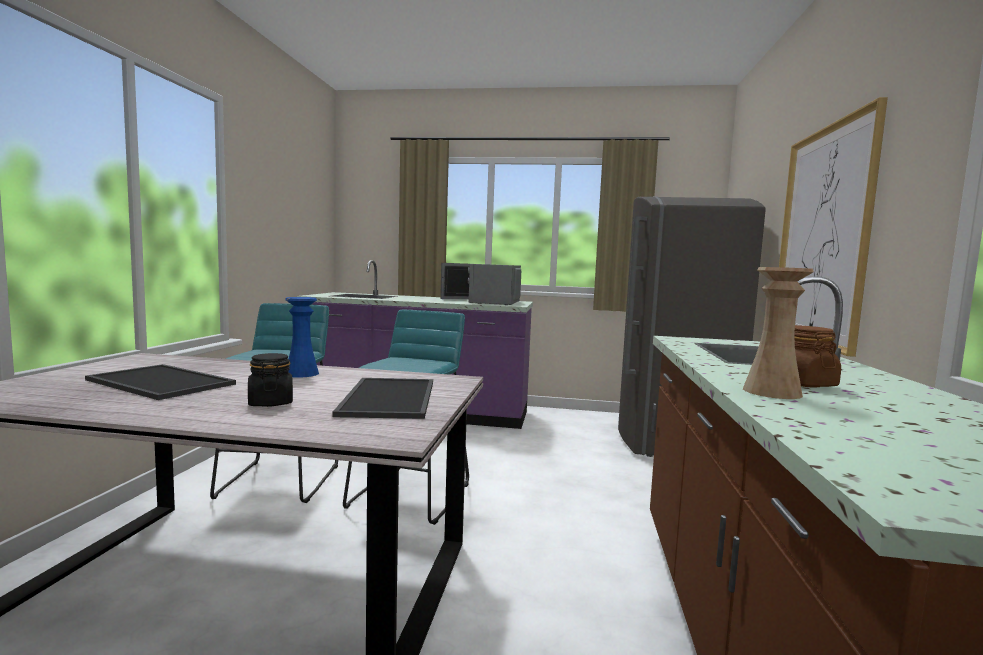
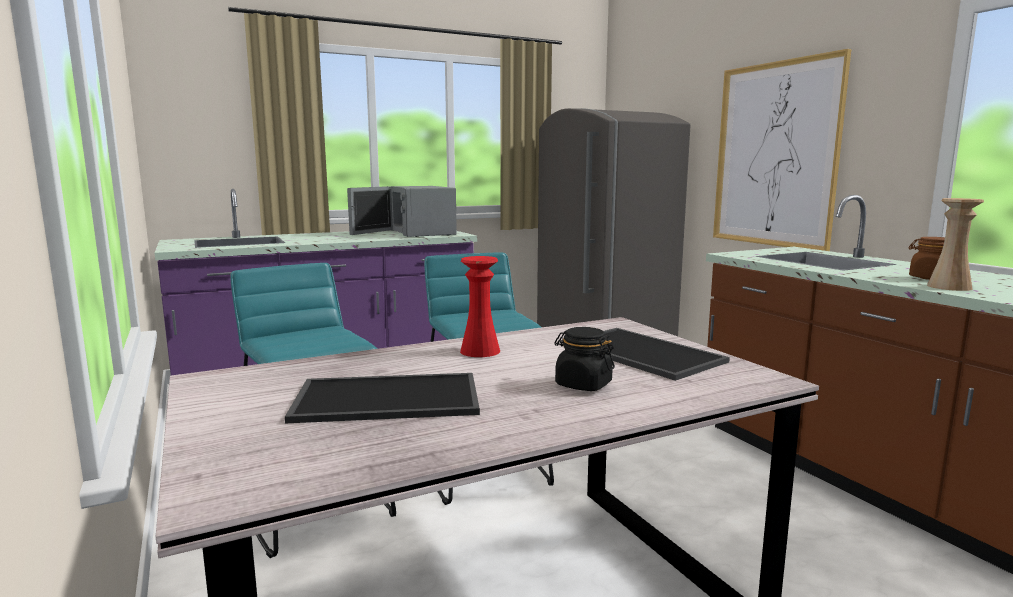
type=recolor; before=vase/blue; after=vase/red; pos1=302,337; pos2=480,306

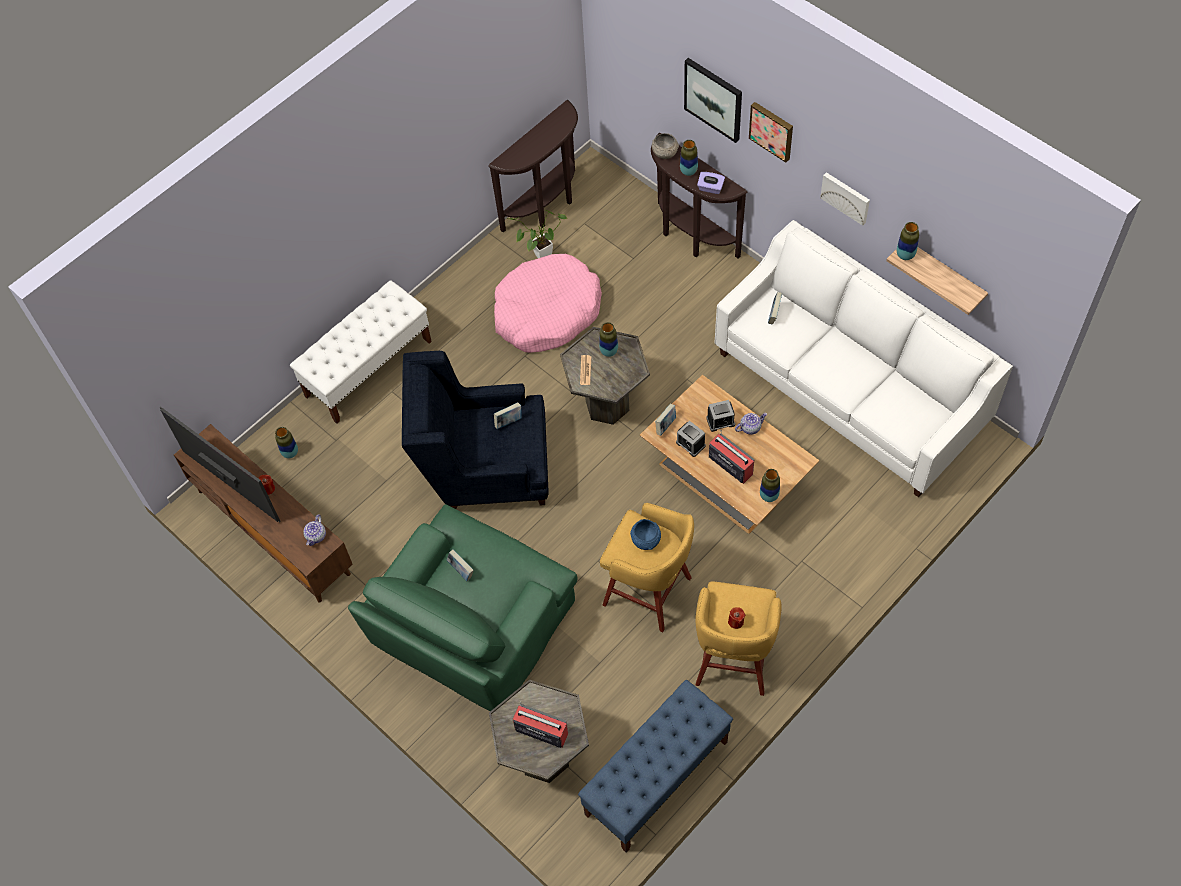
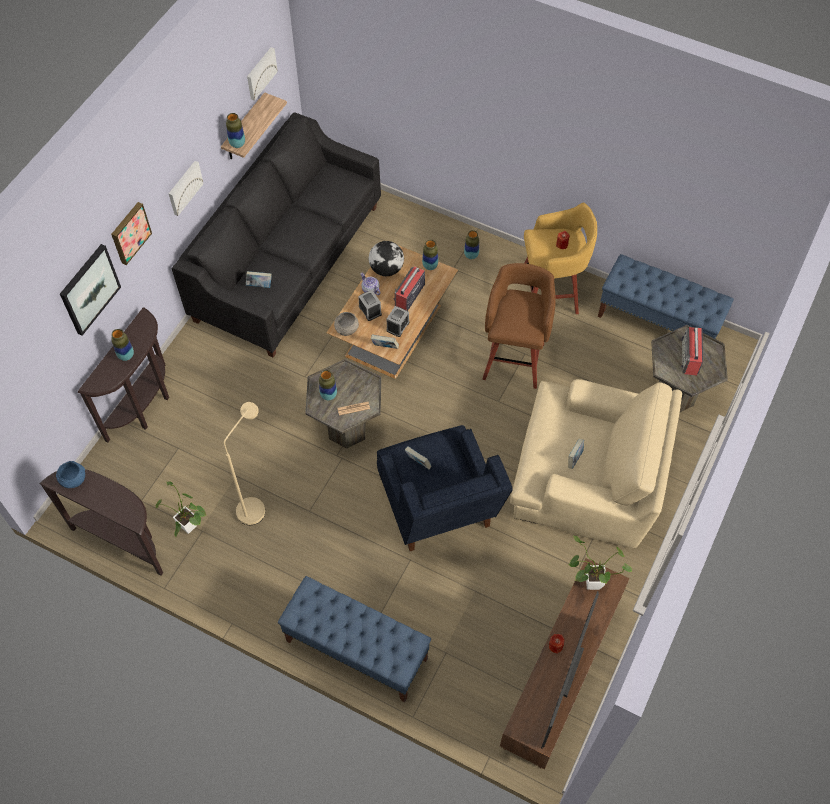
type=move; before=vase; pos1=286,442; pos2=471,244
type=recolor; before=bench/white; after=bench/blue; pos1=361,352; pos2=354,639
type=replace; before=teapot; after=potted plant; pos1=314,530; pos2=600,563
type=recolor; before=armchair/green; after=armchair/beige; pos1=462,607; pos2=596,463
type=replace; before=dog bed/pink; after=floor lamp/beige; pos1=548,303; pos2=244,463
type=recolor; before=stool/yellow; after=stool/brown; pos1=647,567; pos2=519,326
type=move; before=bowl/blue; pos1=645,534; pos2=70,474
type=move; before=bowl/grey; pos1=665,146; pos2=346,324
type=delete; before=tissue box/purple; pos1=711,183
type=recolor; before=sofa/white; after=sofa/black; pos1=864,358; pos2=276,235
type=insert; after=picture; pos2=262,74
type=insert; after=globe; pos2=386,258

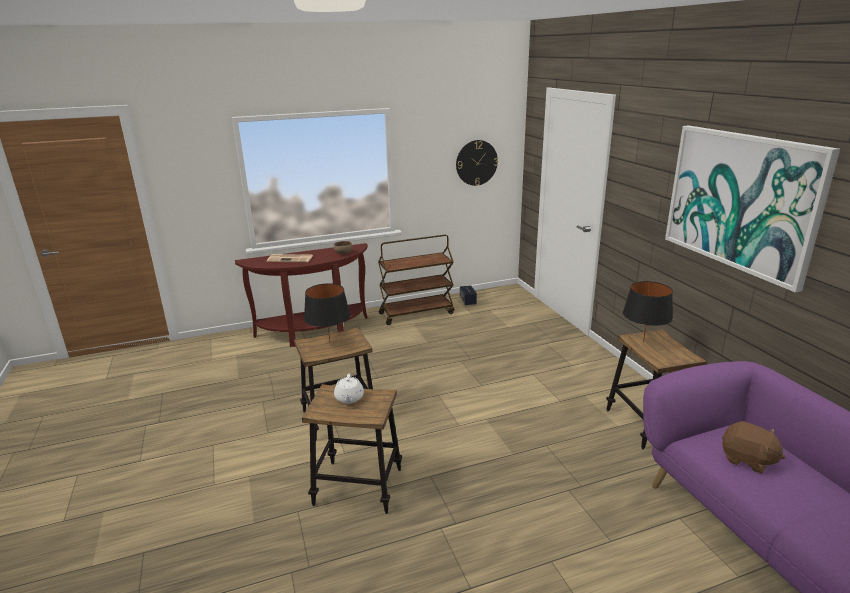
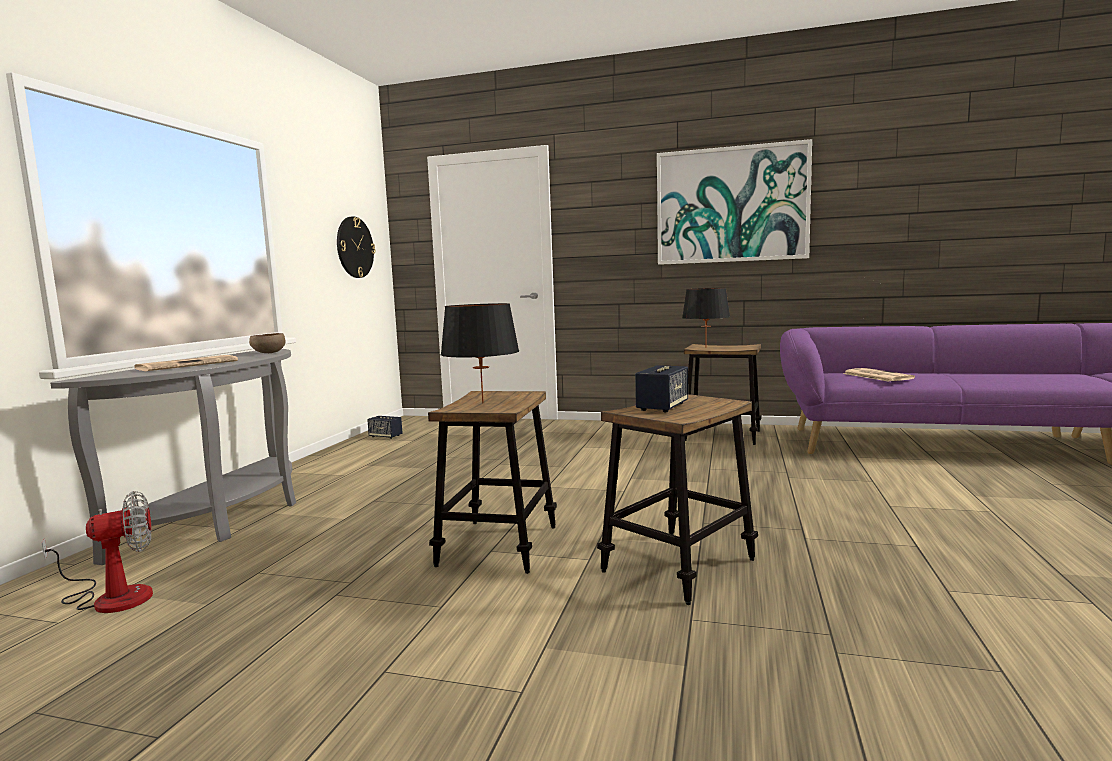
type=recolor; before=console table/brown; after=console table/grey; pos1=301,295; pos2=173,457
type=replace; before=teapot/white; after=speaker; pos1=349,389; pos2=661,389
type=delete; before=cart/brown; pos1=416,280
type=replace; before=plush toy/brown; after=newspaper; pos1=753,447; pos2=879,375
type=insert; after=fan; pos2=97,552

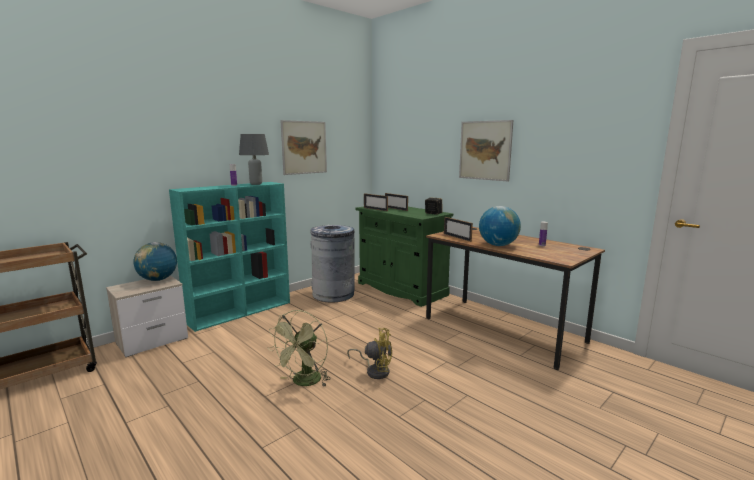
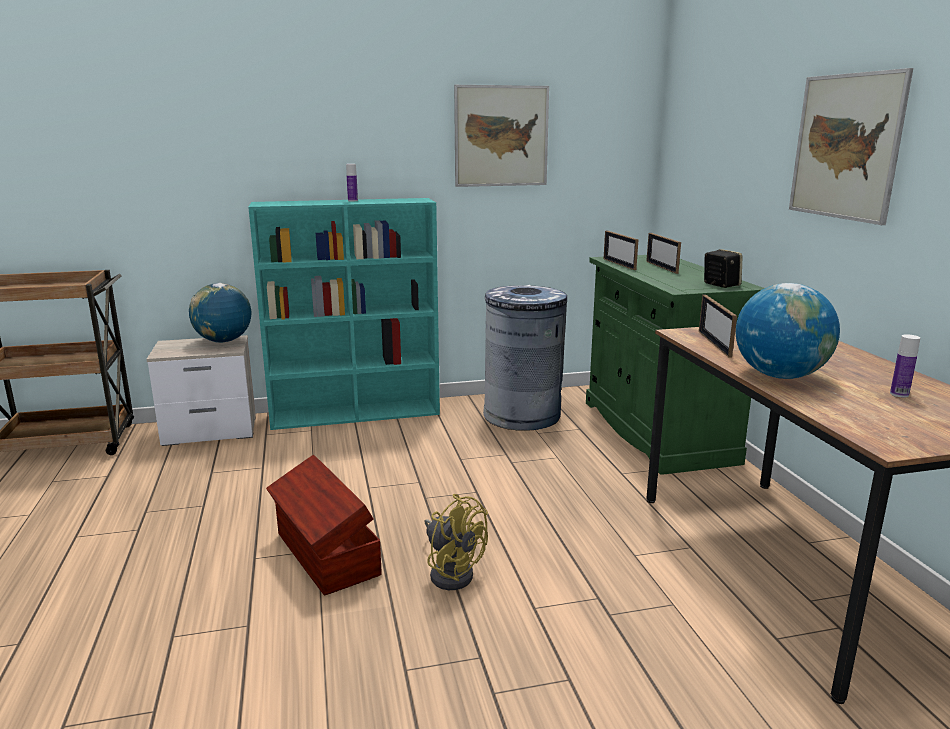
type=delete; before=table lamp/grey; pos1=254,159
type=replace; before=fan/green; after=storage box/brown; pos1=299,348; pos2=324,525

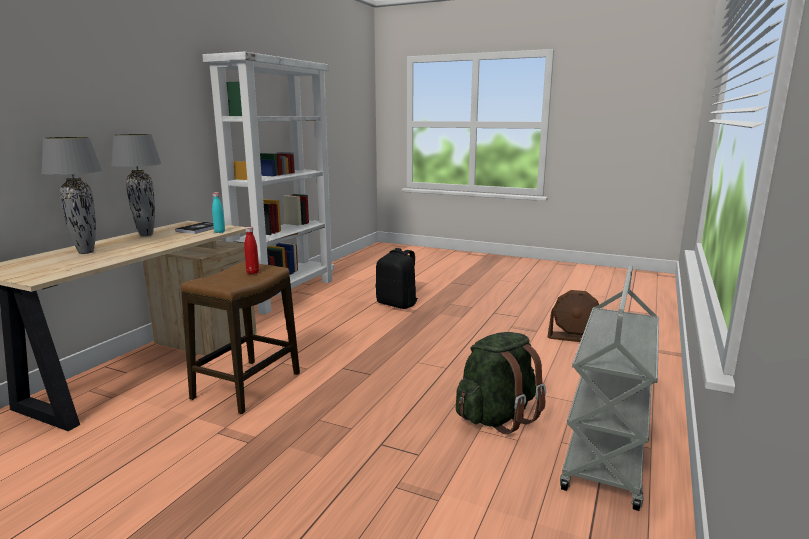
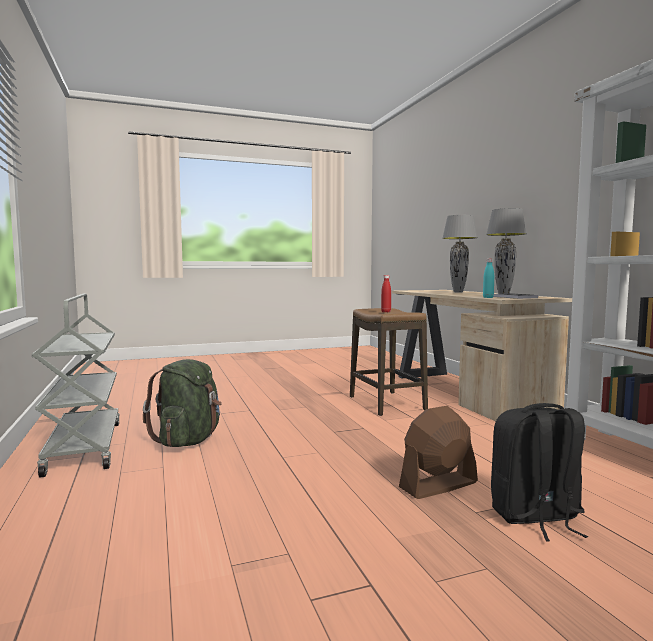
type=move; before=fan/brown; pos1=573,316; pos2=438,452

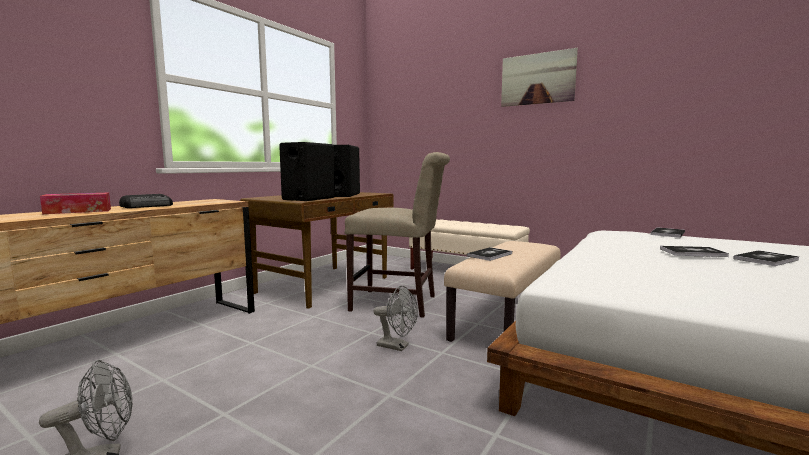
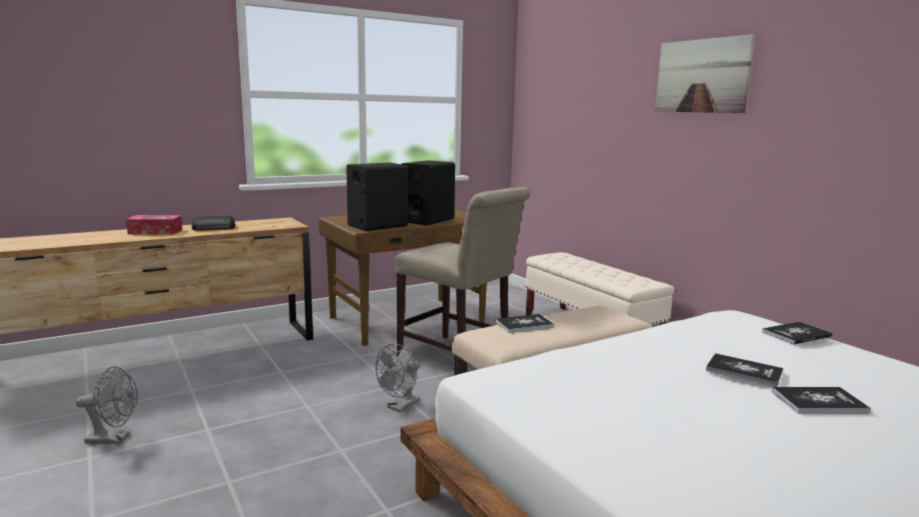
type=rotate; before=fan/grey; pos1=396,318; pos2=397,378; turn=75

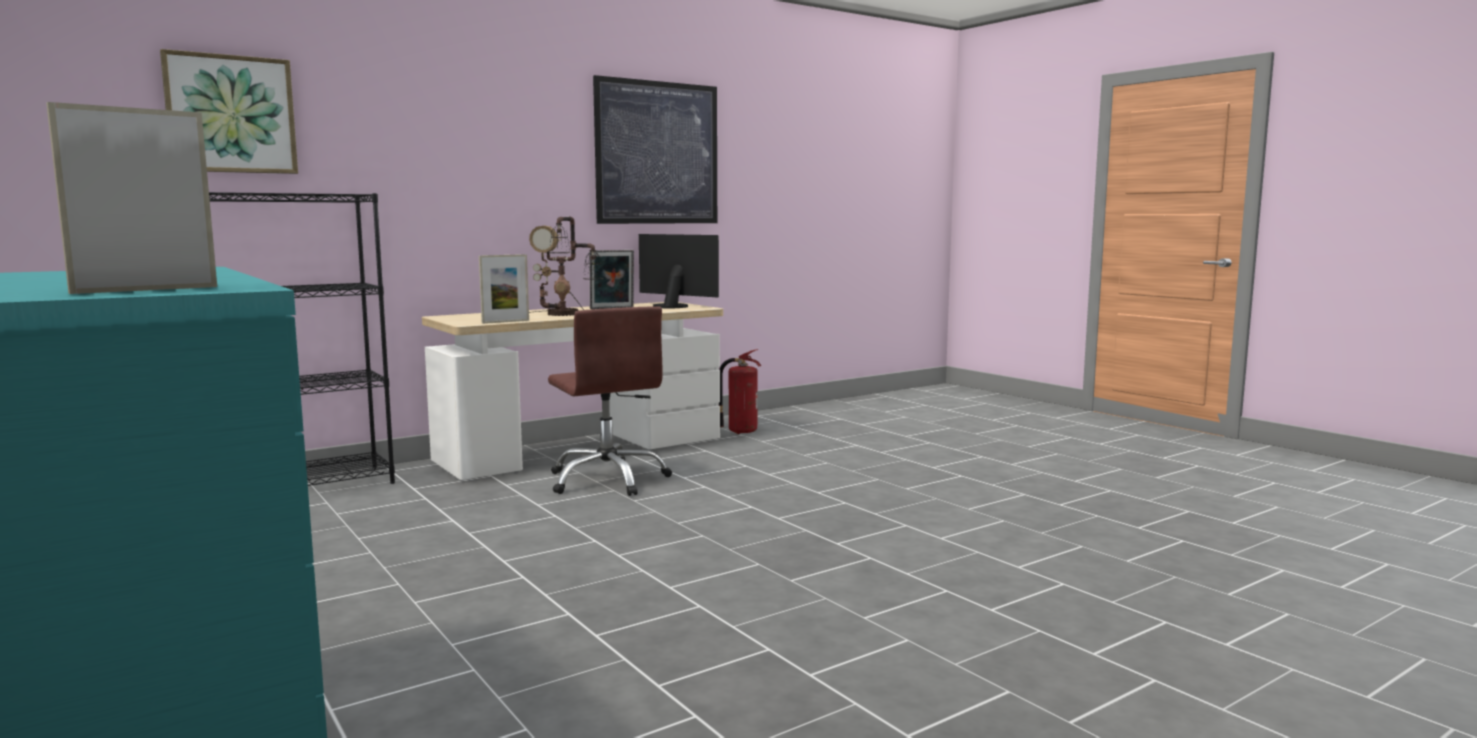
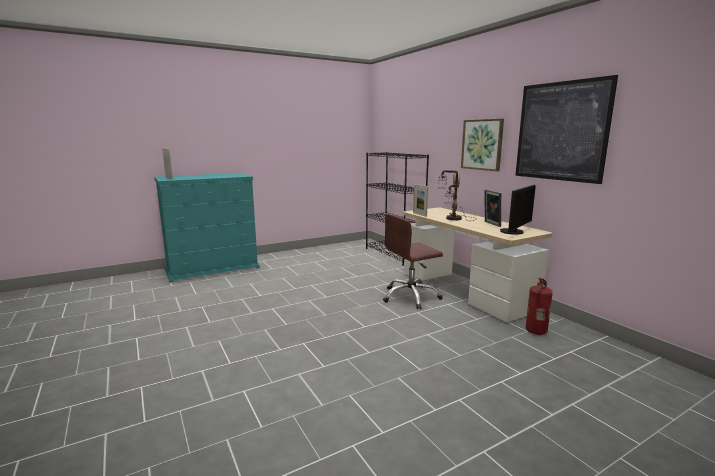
type=move; before=picture; pos1=229,111; pos2=482,145

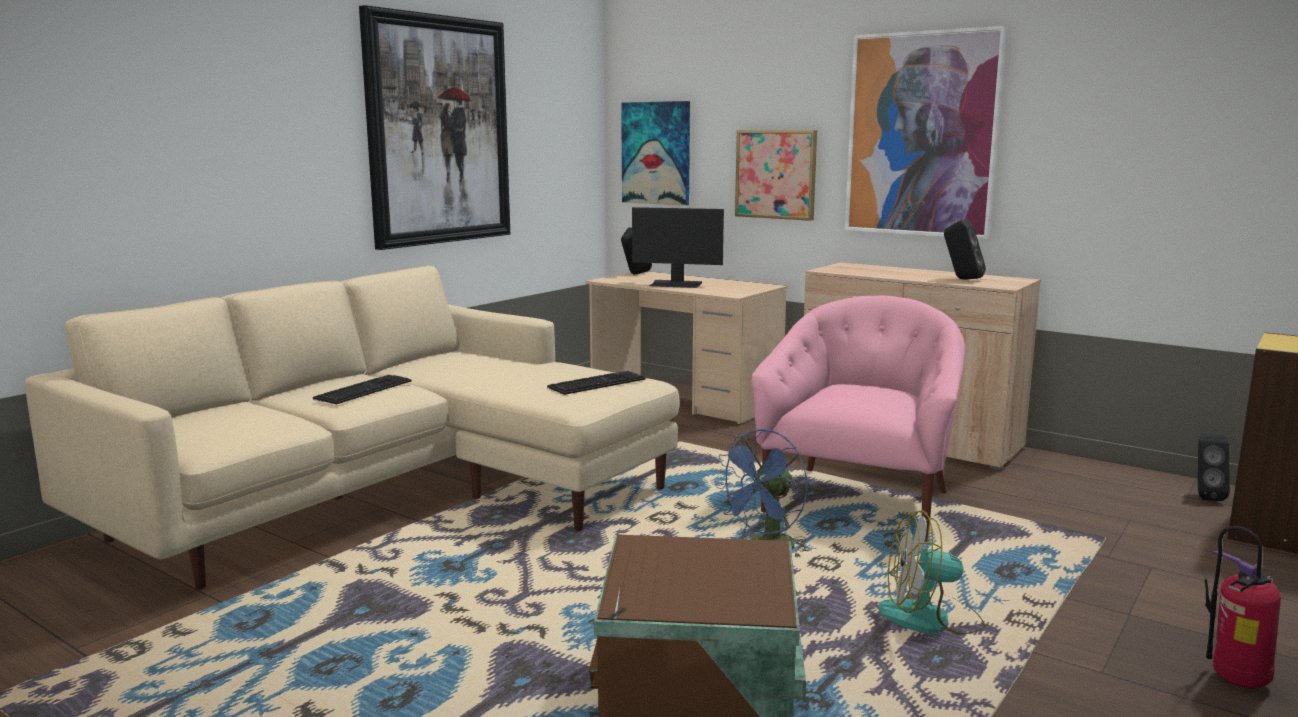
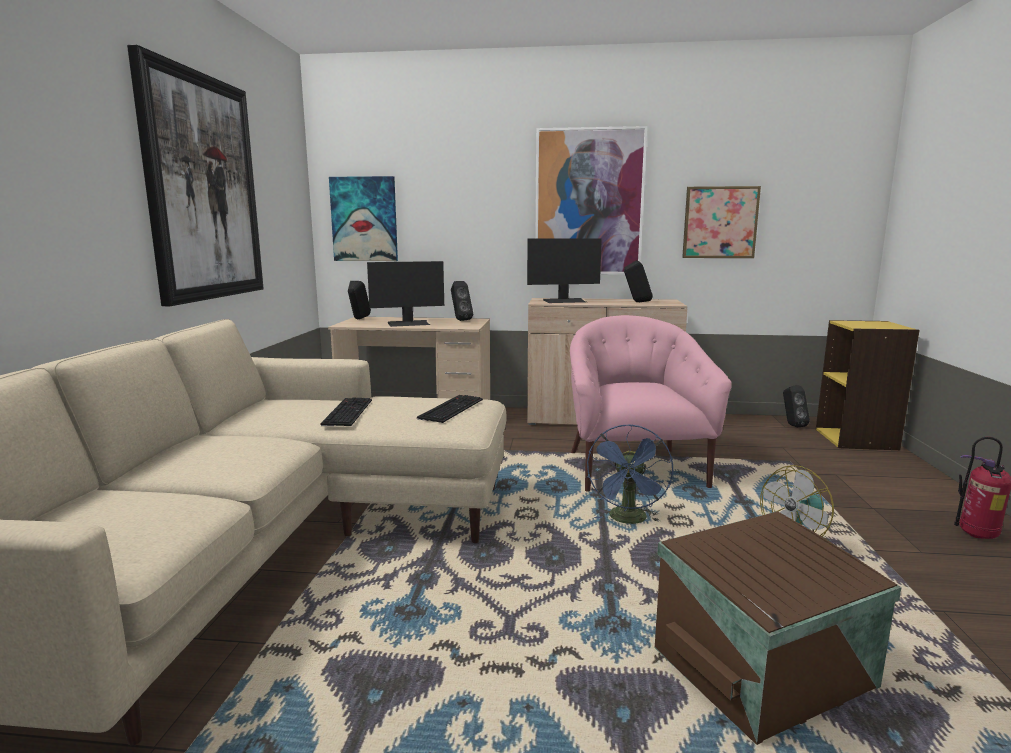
type=move; before=keyboard; pos1=362,389; pos2=346,412
type=move; before=picture; pos1=776,175; pos2=721,222
type=insert; after=speaker/black; pos2=462,301
type=insert; after=monitor; pos2=564,270

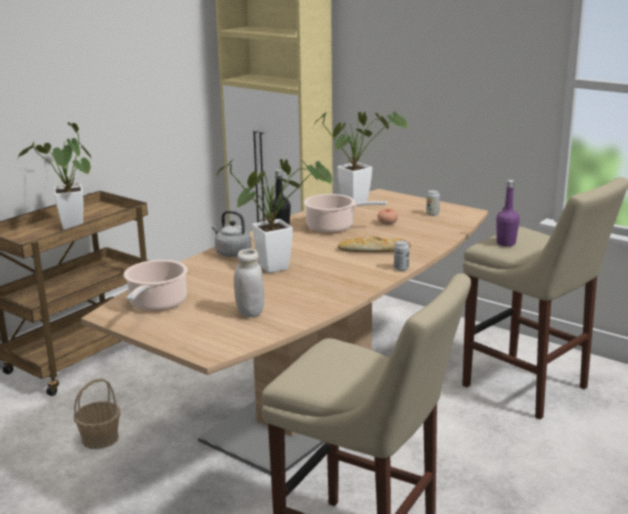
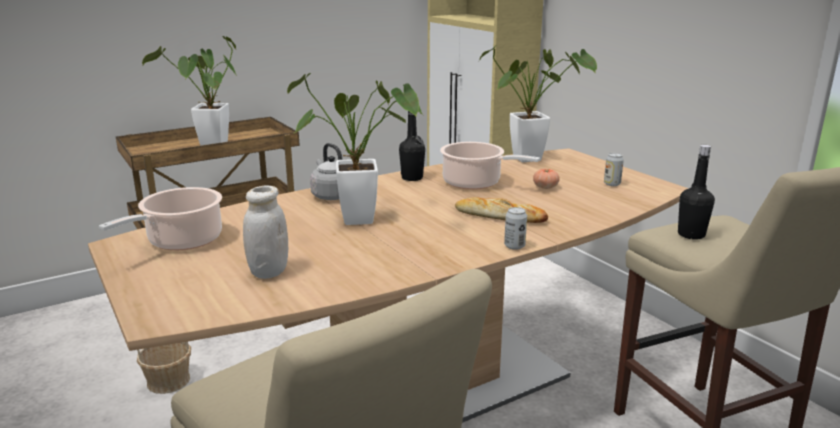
type=recolor; before=bottle/purple; after=bottle/black; pos1=508,213; pos2=696,192

